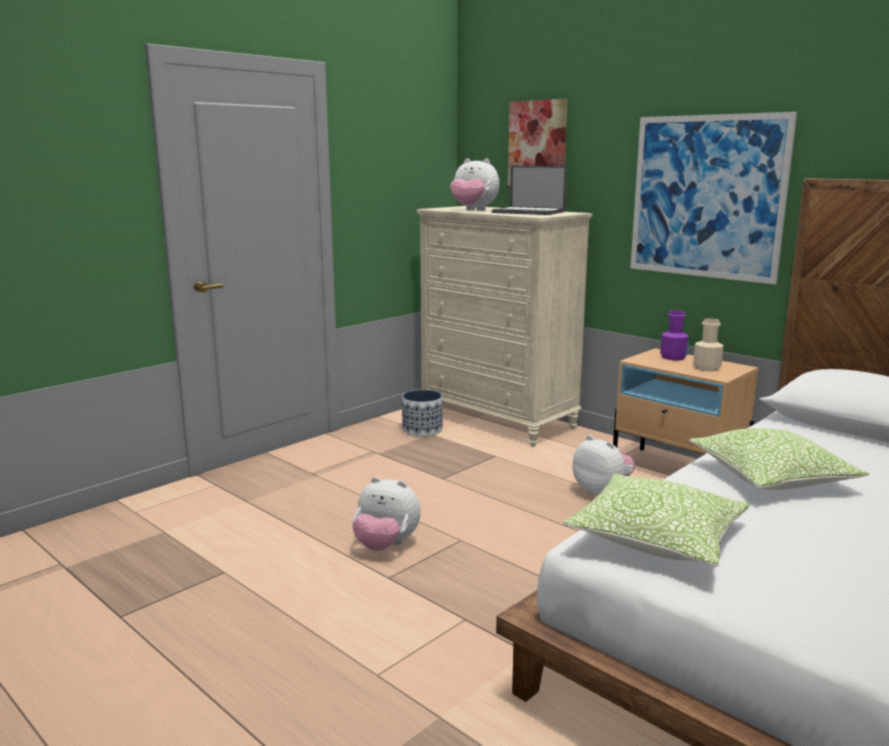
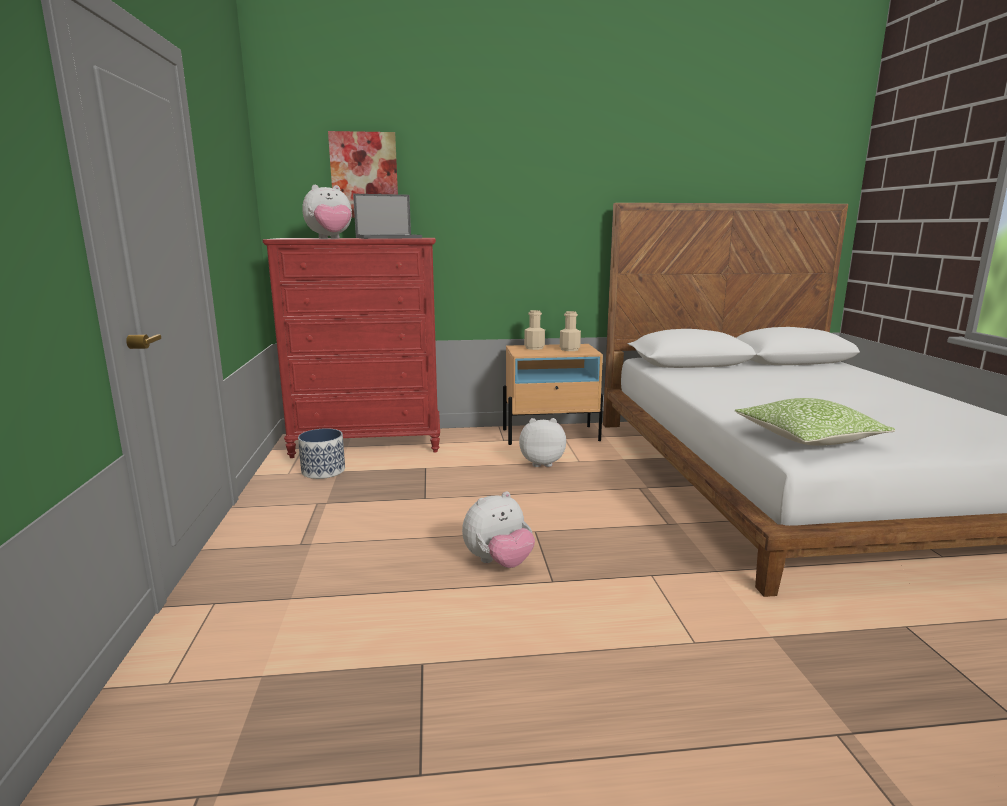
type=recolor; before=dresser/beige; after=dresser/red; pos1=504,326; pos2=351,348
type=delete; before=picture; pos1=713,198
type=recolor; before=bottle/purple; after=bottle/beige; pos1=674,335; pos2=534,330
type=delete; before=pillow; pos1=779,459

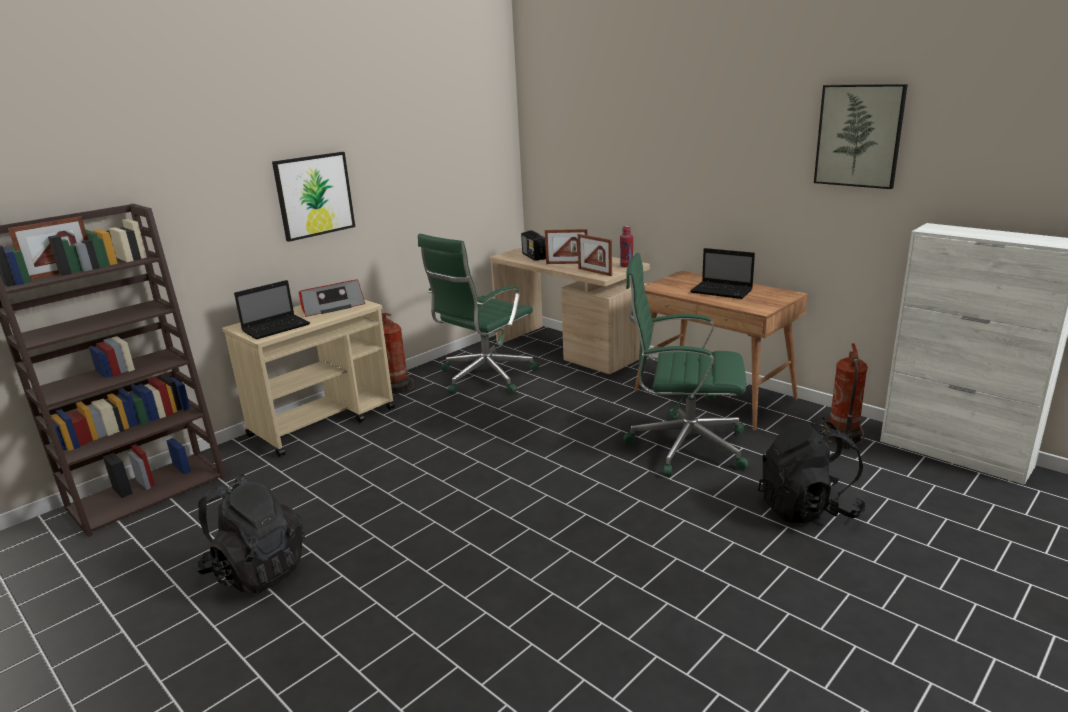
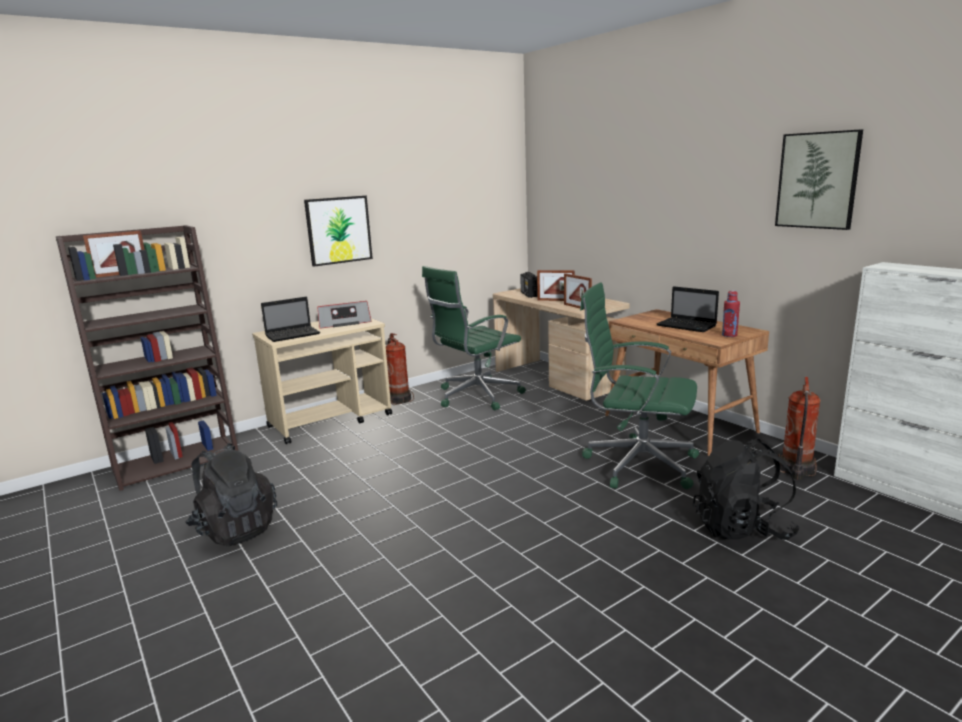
type=move; before=bottle/red; pos1=626,247; pos2=731,313

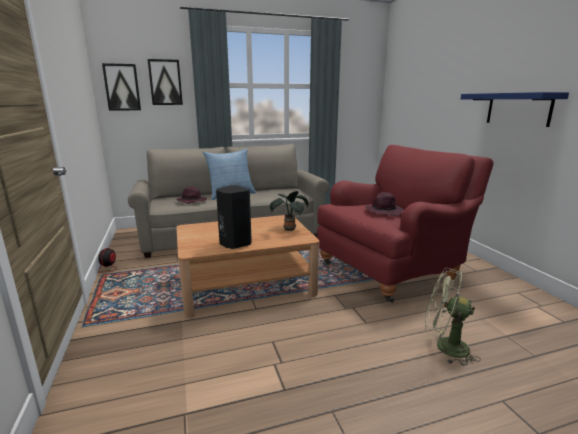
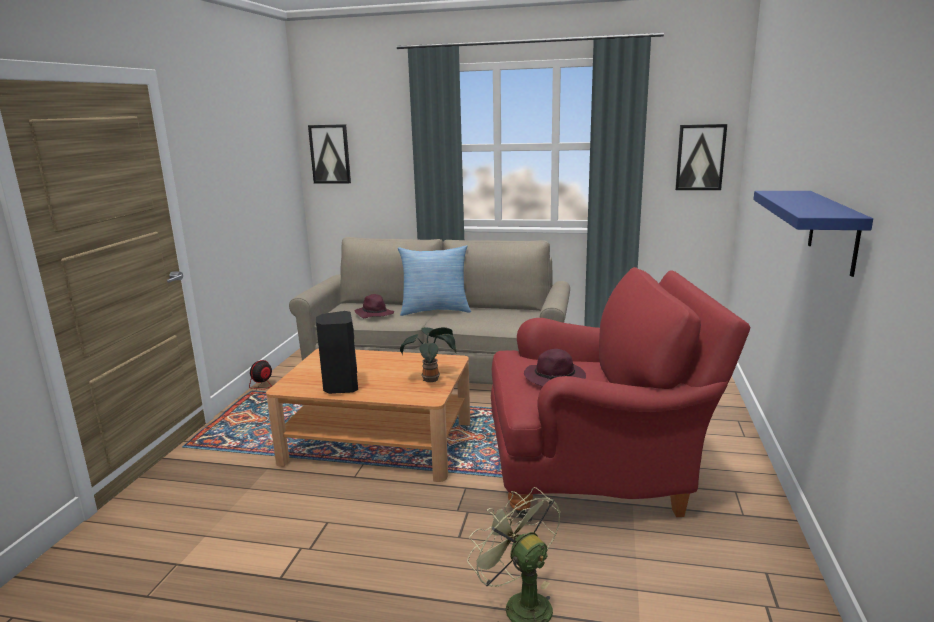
type=move; before=picture; pos1=165,82; pos2=701,157

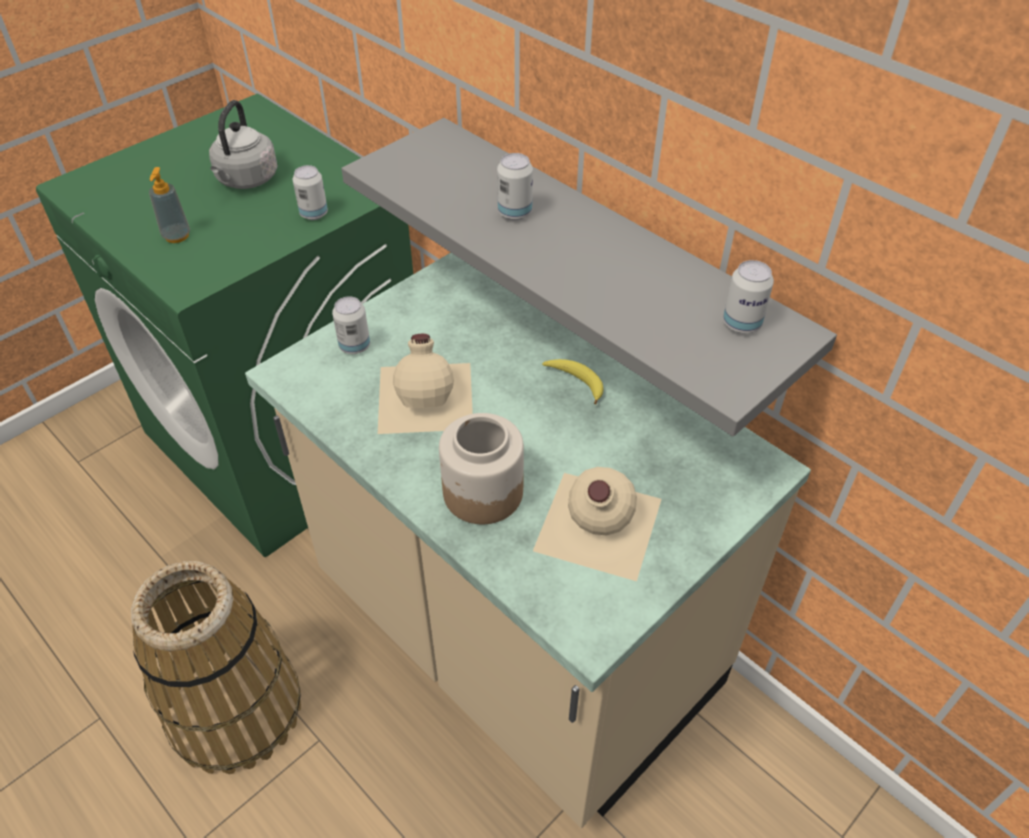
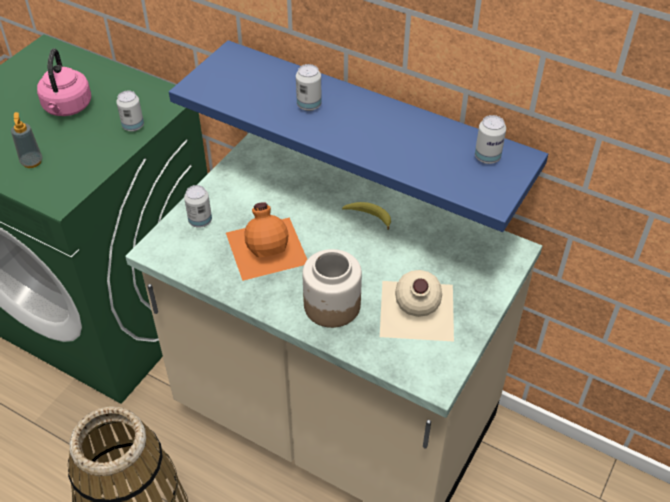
type=recolor; before=kettle/grey; after=kettle/pink; pos1=243,144; pos2=64,82
type=recolor; before=shelf/grey; after=shelf/blue; pos1=589,277; pos2=358,136
type=recolor; before=bottle/beige; after=bottle/orange; pos1=425,384; pos2=266,241

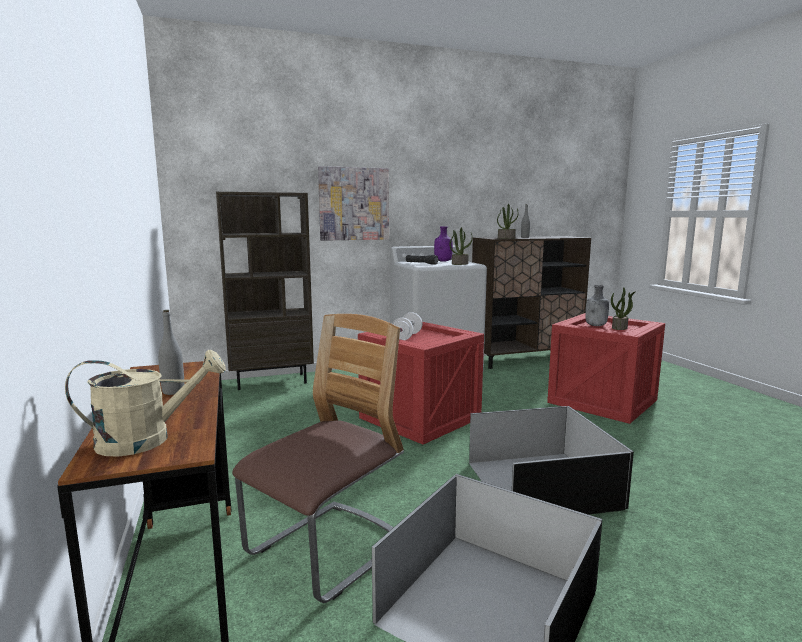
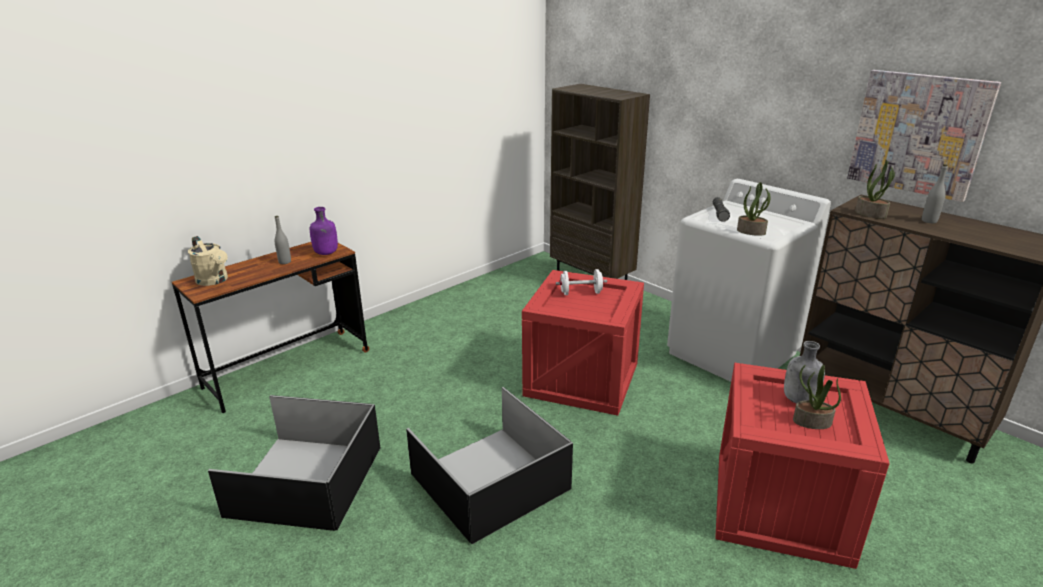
type=delete; before=chair; pos1=318,458
type=move; before=picture; pos1=353,203; pos2=924,136
type=move; before=bottle/purple; pos1=443,244; pos2=324,231

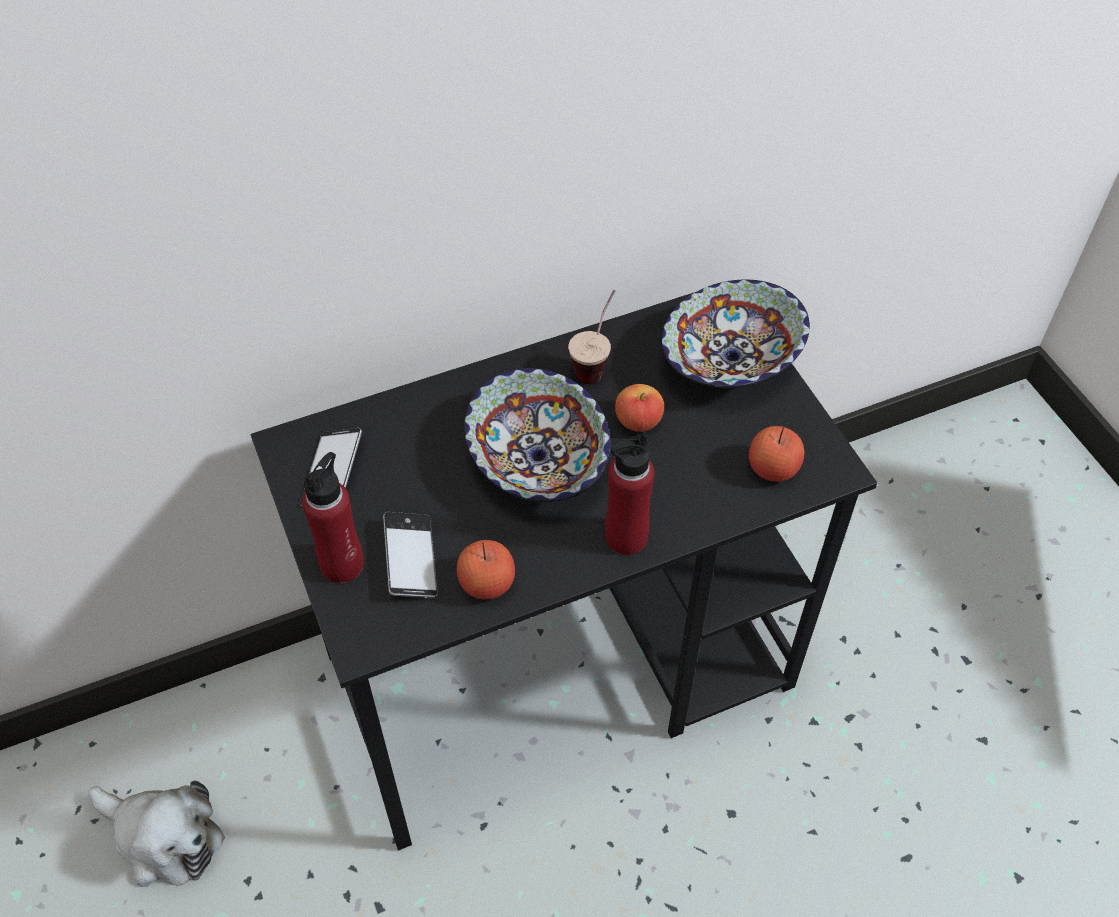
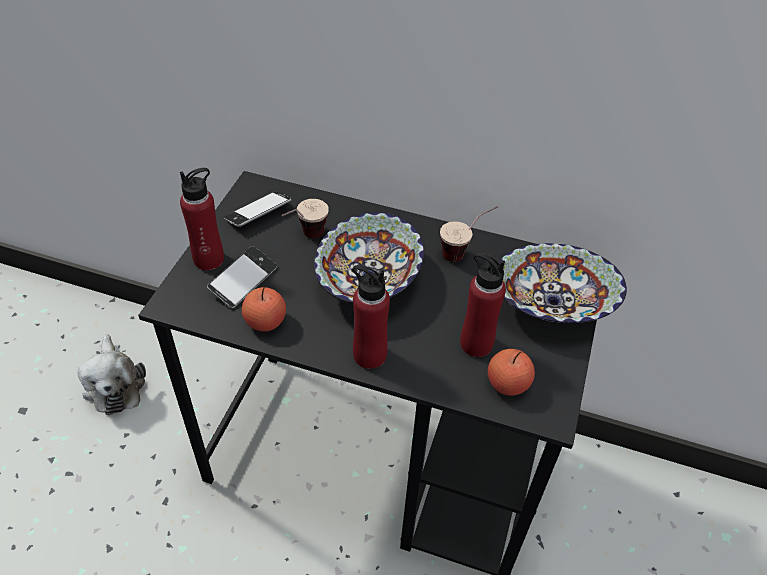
type=delete; before=apple; pos1=639,408
type=insert; after=cup; pos2=305,219
type=insert; after=bottle/red; pos2=483,305

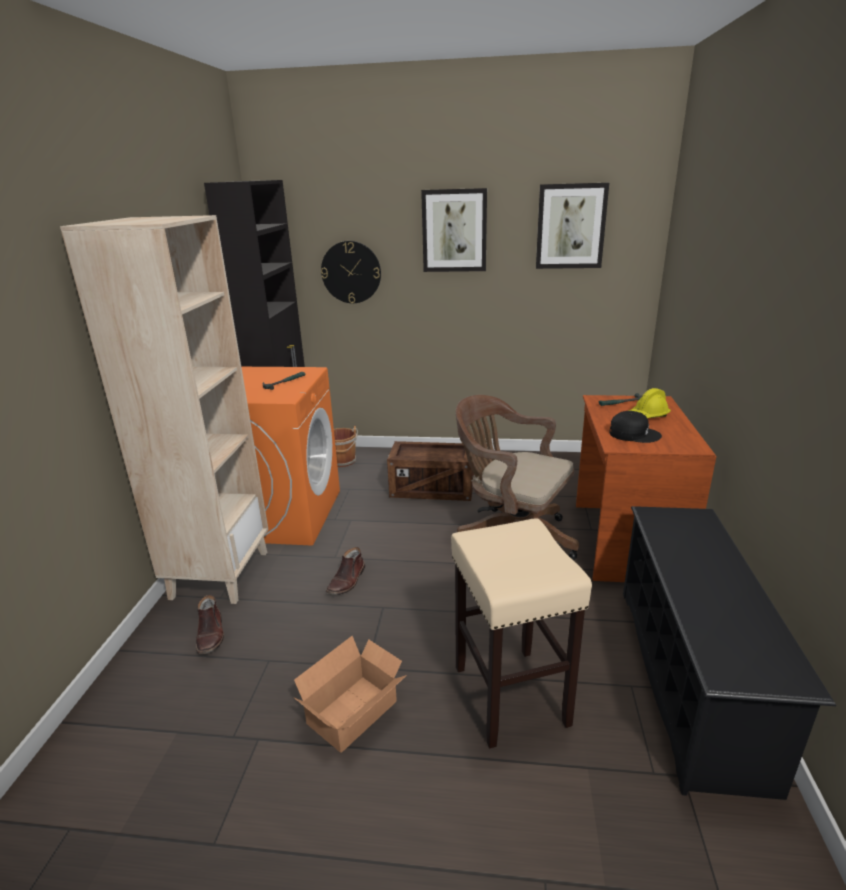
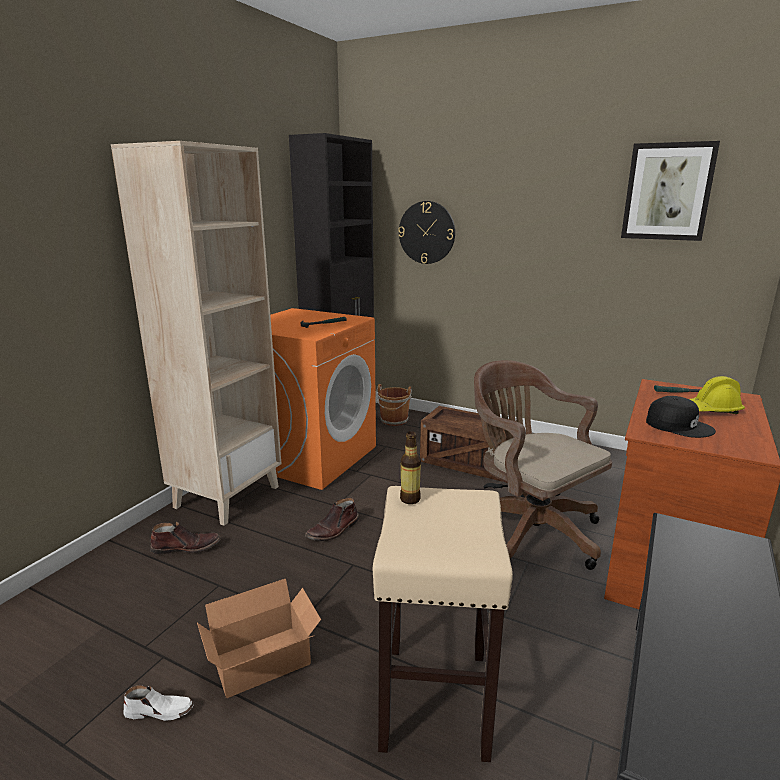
type=rotate; before=boot/brown; pos1=210,624; pos2=185,538; turn=-105
type=delete; before=picture; pos1=454,230
type=insert; after=shoe/white; pos2=159,703
type=insert; after=bottle; pos2=410,467

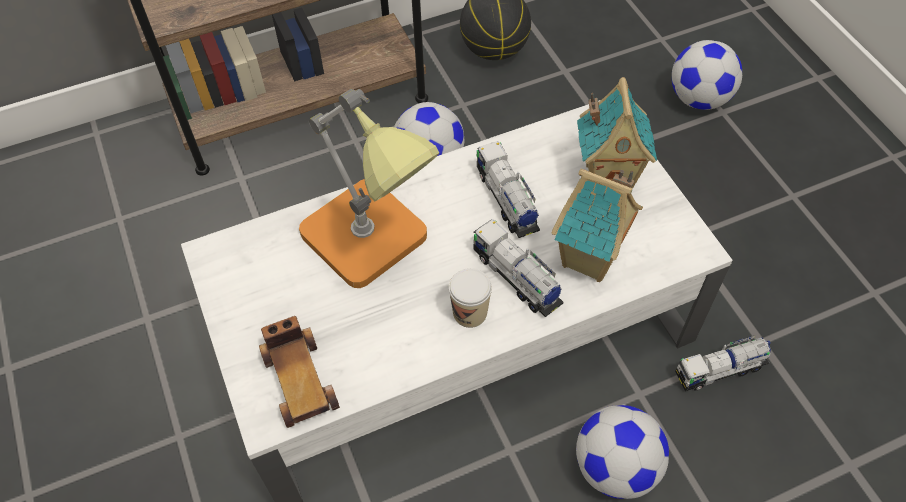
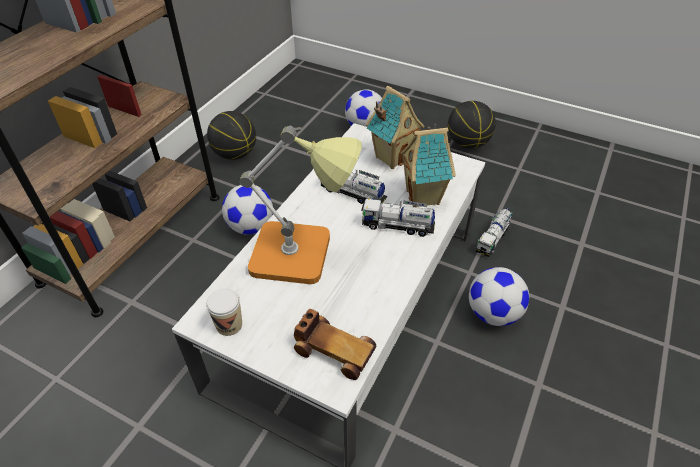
type=move; before=cup; pos1=470,298; pos2=224,312
type=insert; after=basketball; pos2=472,125

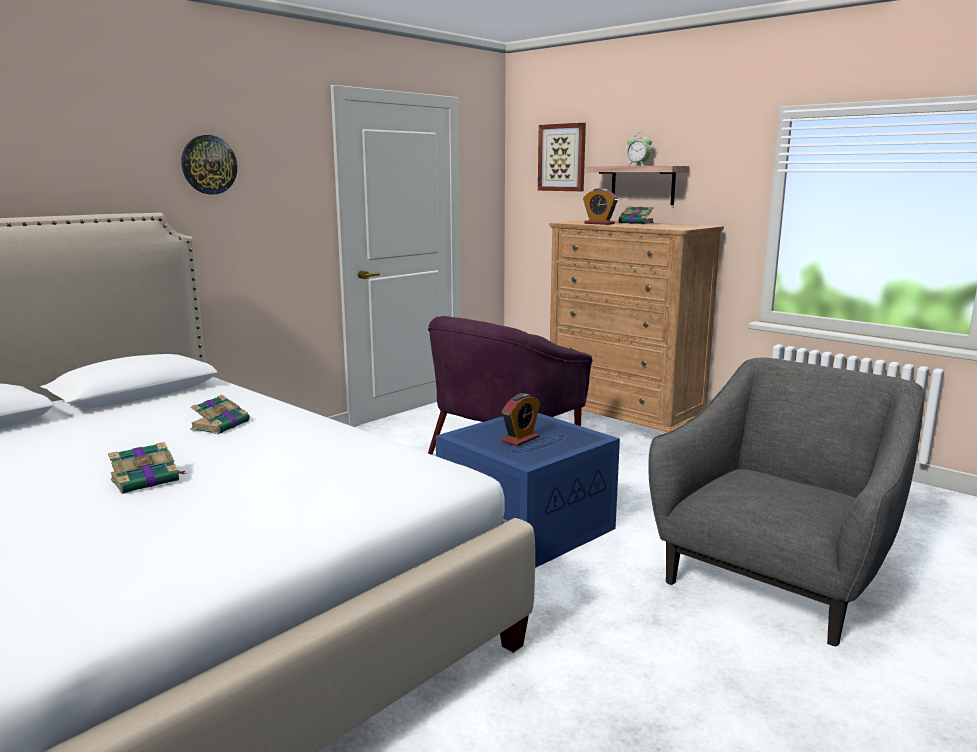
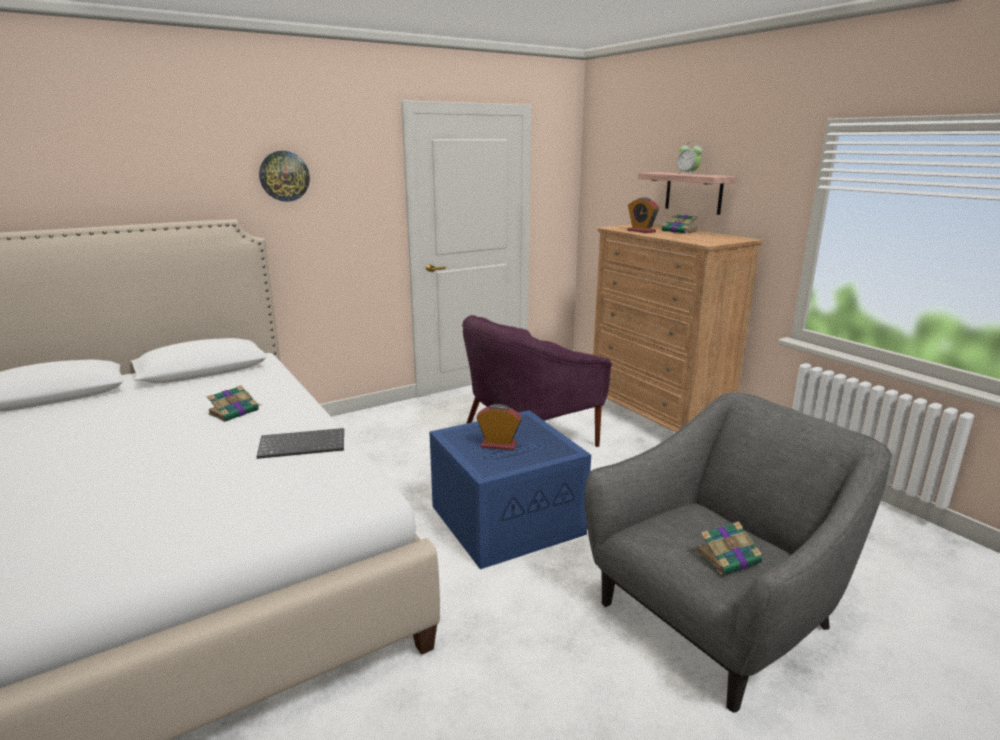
type=move; before=book; pos1=147,468; pos2=729,548
type=rotate; before=alarm clock; pos1=521,419; pos2=499,427; turn=-135
type=delete; before=picture; pos1=562,157
type=insert; after=keyboard; pos2=300,443

